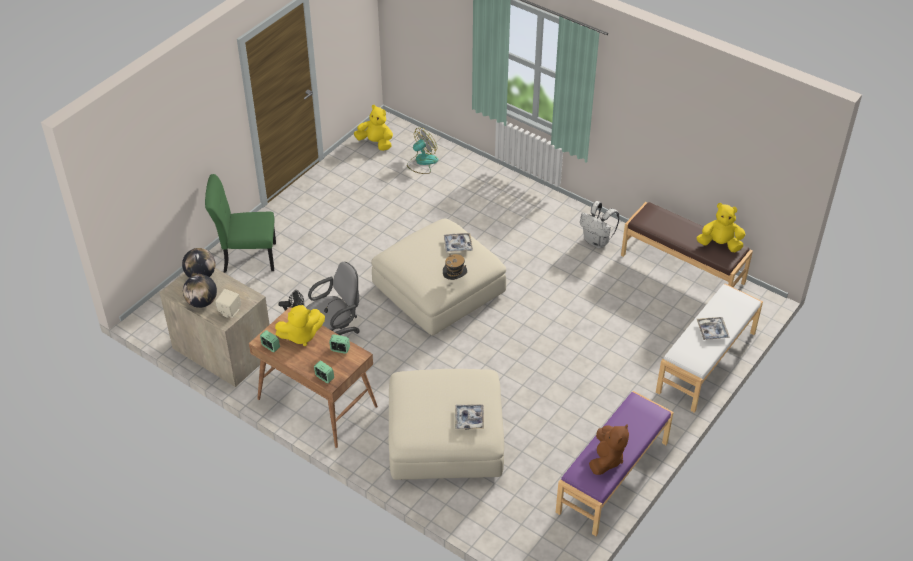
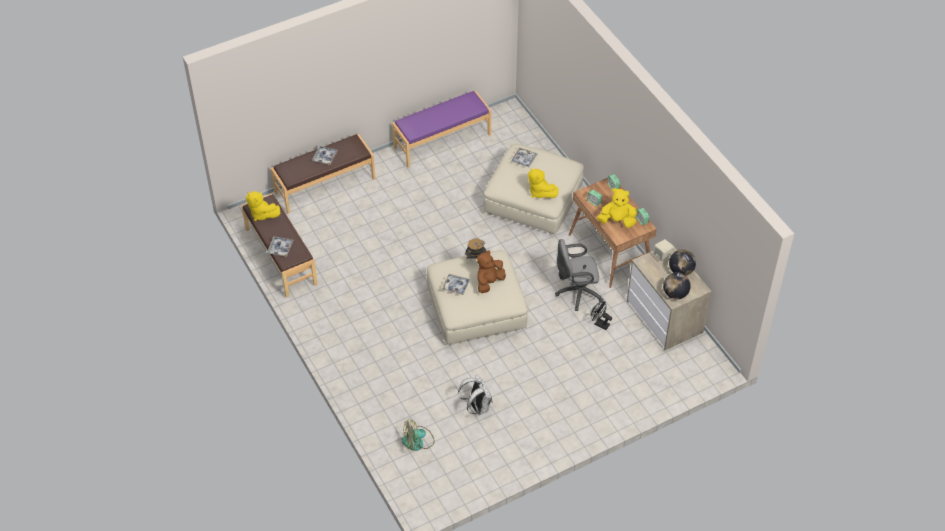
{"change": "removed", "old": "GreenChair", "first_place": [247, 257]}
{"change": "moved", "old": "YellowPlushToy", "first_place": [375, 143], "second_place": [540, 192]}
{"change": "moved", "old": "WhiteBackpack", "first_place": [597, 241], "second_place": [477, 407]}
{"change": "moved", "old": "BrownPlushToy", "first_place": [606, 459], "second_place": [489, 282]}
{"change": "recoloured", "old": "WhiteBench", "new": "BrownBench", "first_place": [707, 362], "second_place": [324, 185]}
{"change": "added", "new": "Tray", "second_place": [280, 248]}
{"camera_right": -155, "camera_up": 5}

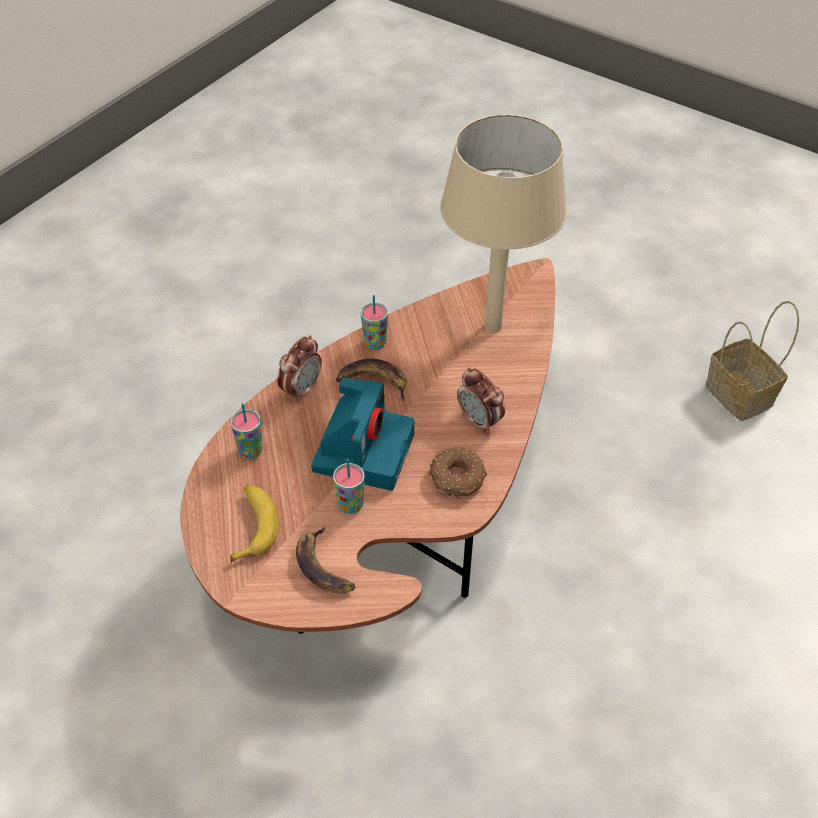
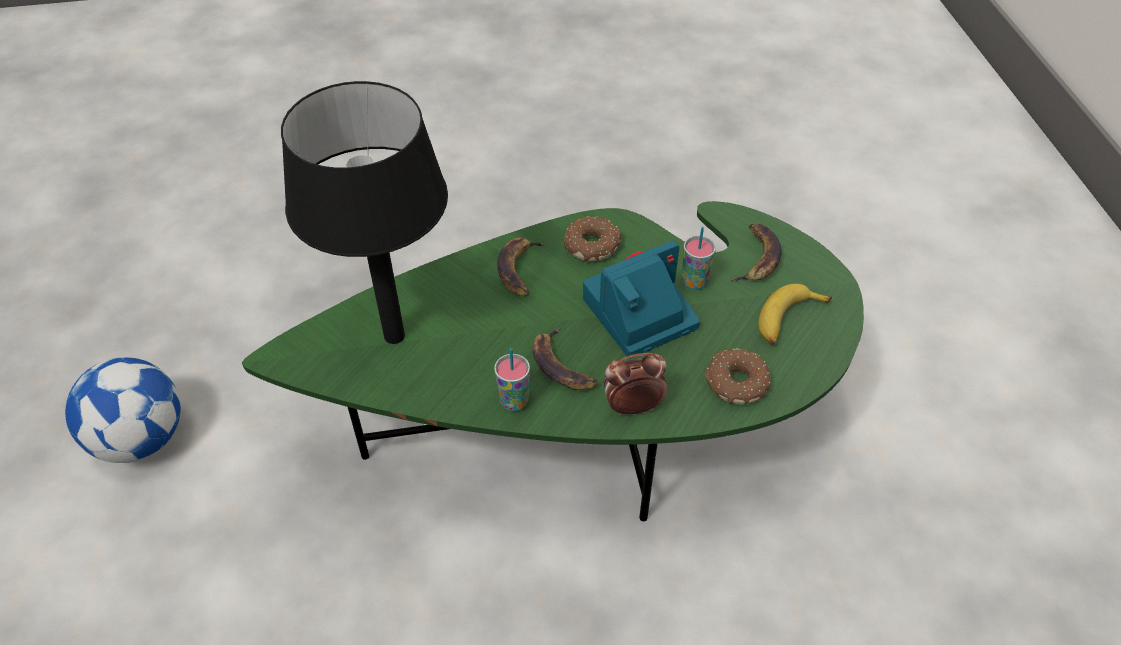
{"change": "recoloured", "old": "BrownCoffeeTable", "new": "GreenCoffeeTable", "first_place": [390, 523], "second_place": [591, 426]}
{"change": "replaced", "old": "Cup", "new": "Donut", "first_place": [251, 451], "second_place": [735, 382]}
{"change": "recoloured", "old": "BeigeTableLamp", "new": "BlackTableLamp", "first_place": [493, 326], "second_place": [393, 336]}
{"change": "replaced", "old": "AlarmClock", "new": "Banana", "first_place": [479, 421], "second_place": [520, 270]}
{"change": "removed", "old": "Basket", "first_place": [741, 396]}
{"change": "added", "new": "Football", "second_place": [141, 439]}
{"camera_right": -135, "camera_up": 0}

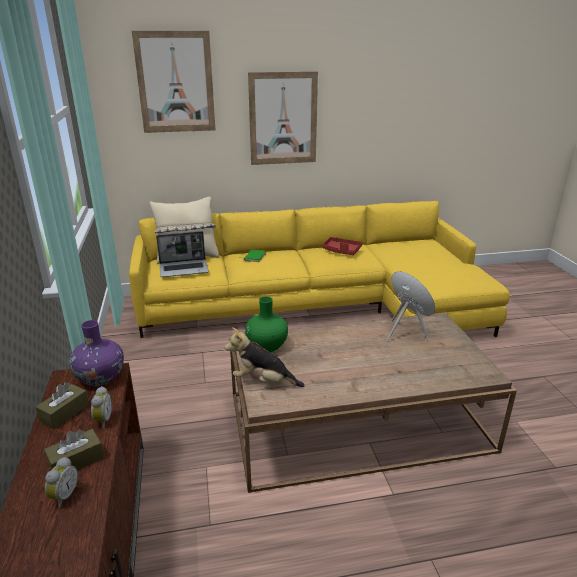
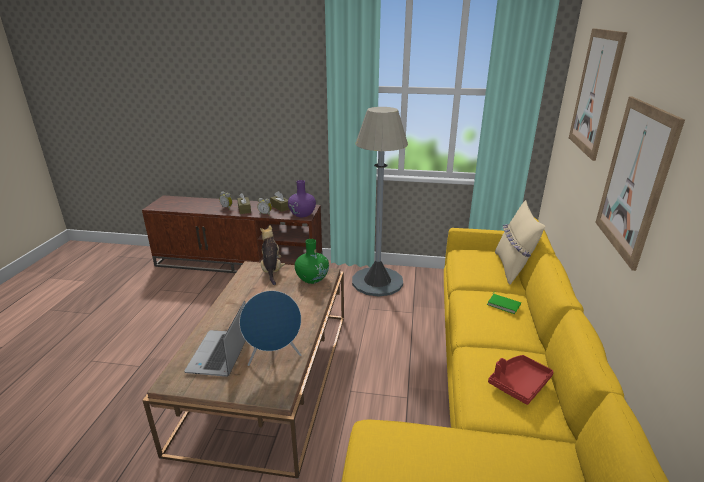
{"change": "moved", "old": "Laptop", "first_place": [184, 269], "second_place": [220, 354]}
{"change": "turned", "old": "PlushToy", "first_place": [263, 381], "second_place": [272, 270], "degrees": -45}
{"change": "added", "new": "GreyFloorLamp", "second_place": [377, 281]}
{"camera_right": 110, "camera_up": 0}

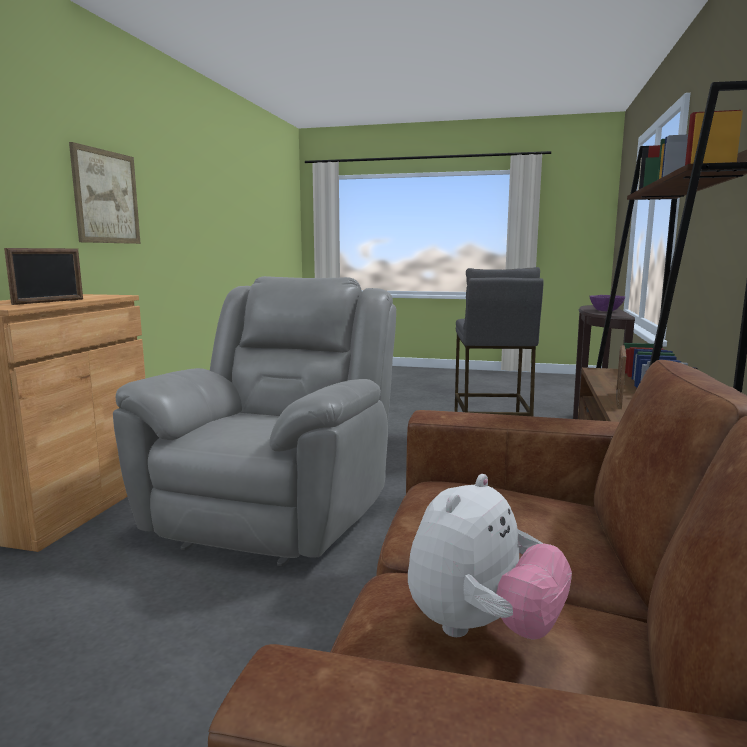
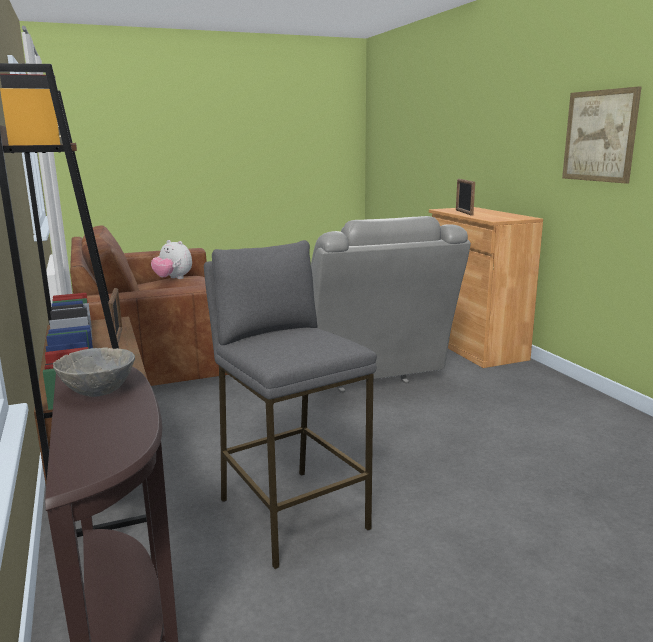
{"change": "turned", "old": "PlushToy", "first_place": [482, 629], "second_place": [173, 279], "degrees": -60}
{"change": "recoloured", "old": "PurpleBowl", "new": "GreyBowl", "first_place": [605, 311], "second_place": [98, 391]}
{"camera_right": 145, "camera_up": 5}

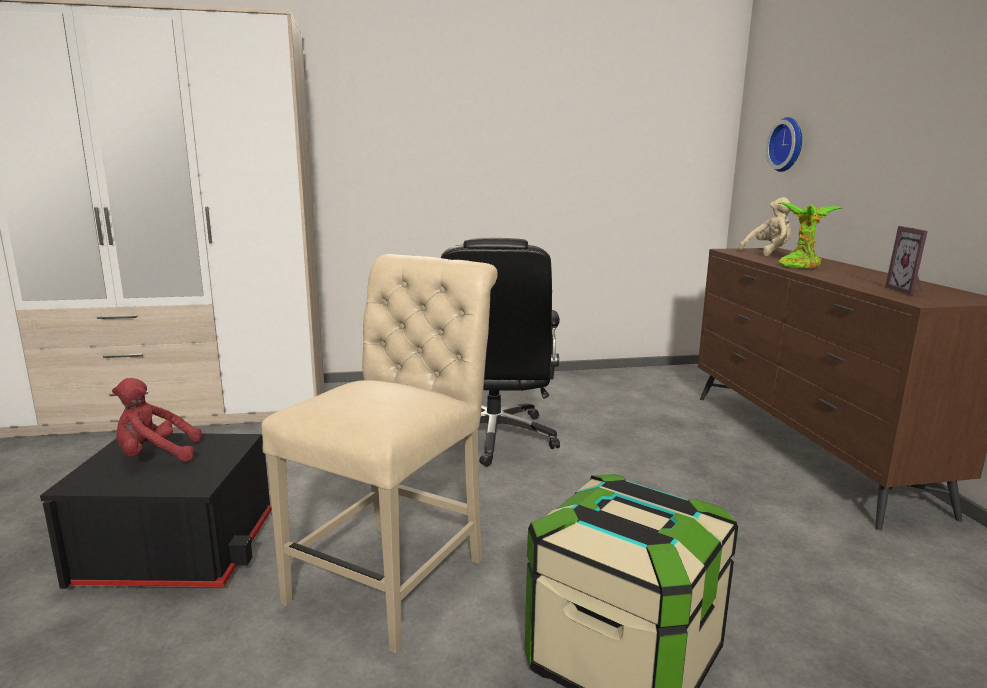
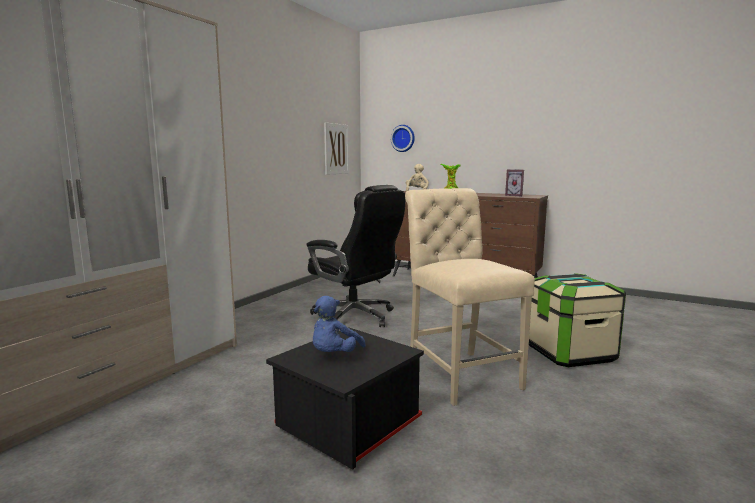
{"change": "recoloured", "old": "RedPlushToy", "new": "BluePlushToy", "first_place": [155, 456], "second_place": [334, 355]}
{"change": "added", "new": "Picture", "second_place": [336, 149]}
{"camera_right": -50, "camera_up": -5}

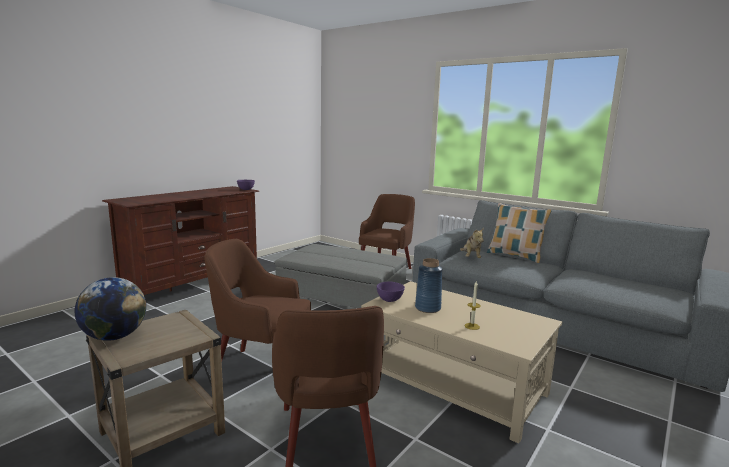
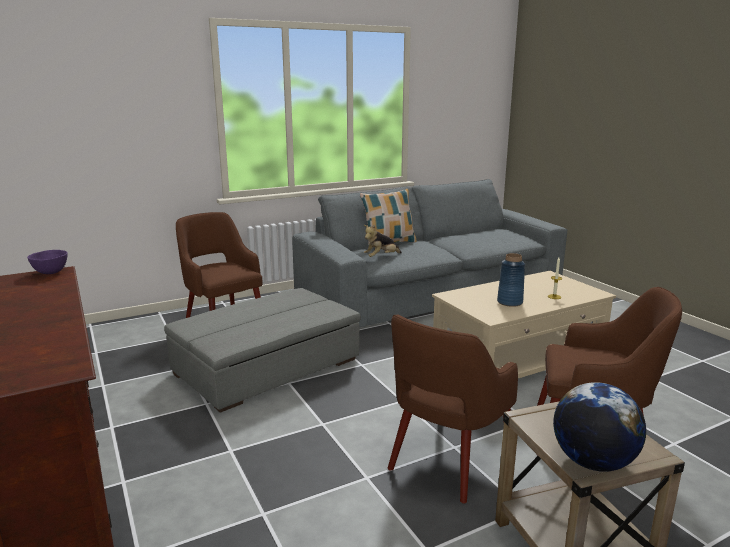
{"change": "removed", "old": "PurpleBowl", "first_place": [390, 300]}
{"change": "turned", "old": "PlushToy", "first_place": [471, 258], "second_place": [381, 257], "degrees": 120}
{"camera_right": -65, "camera_up": 5}

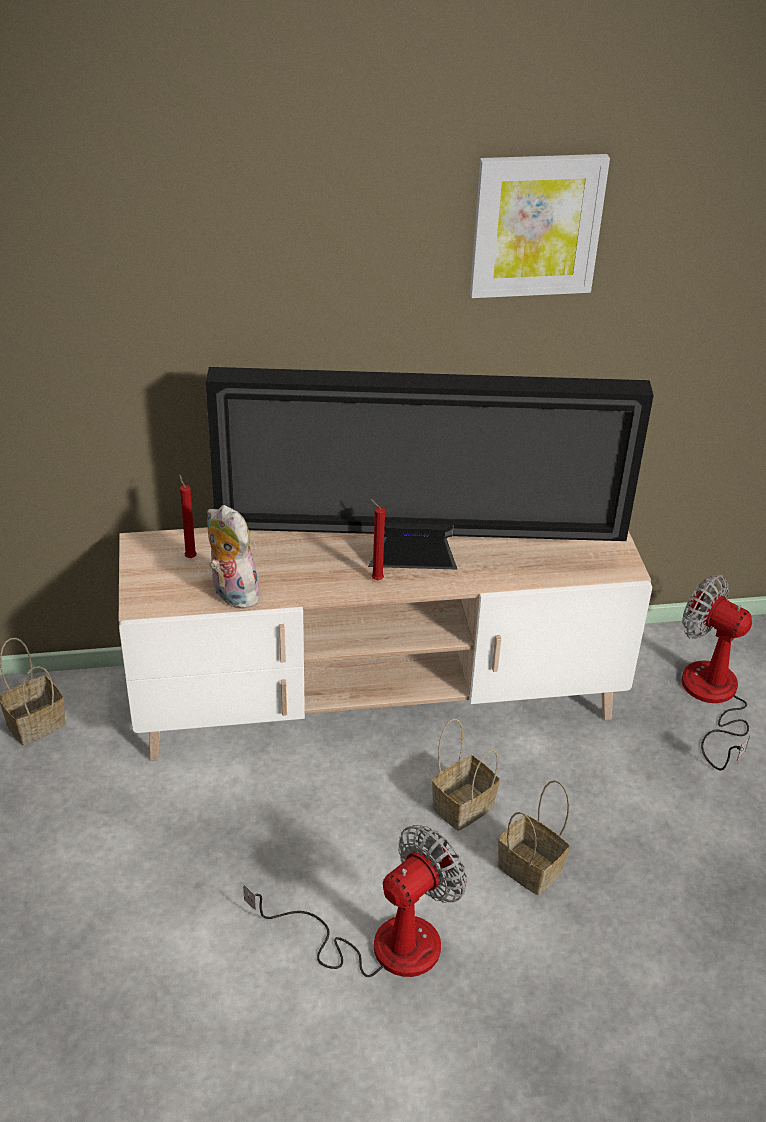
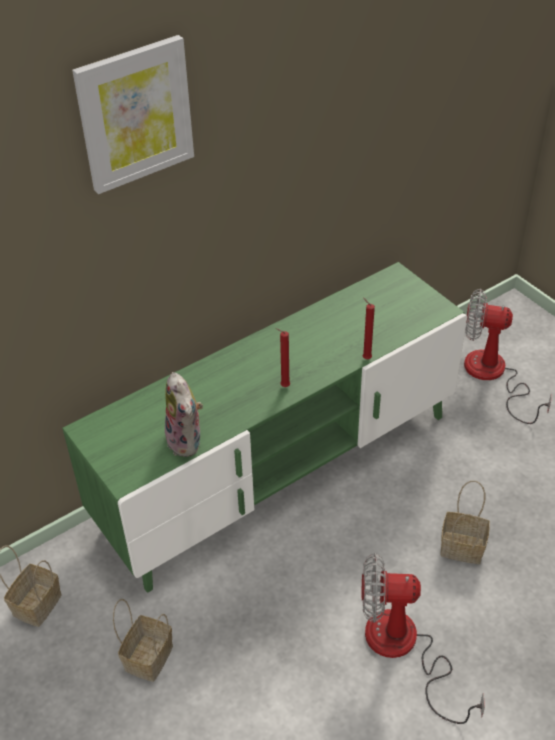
{"change": "recoloured", "old": "BeigeTvStand", "new": "GreenTvStand", "first_place": [377, 698], "second_place": [279, 470]}
{"change": "moved", "old": "RedCandle", "first_place": [190, 557], "second_place": [365, 358]}
{"change": "removed", "old": "Television", "first_place": [419, 560]}
{"change": "turned", "old": "PlushToy", "first_place": [231, 593], "second_place": [187, 441], "degrees": -135}
{"change": "turned", "old": "Fan", "first_place": [380, 943], "second_place": [403, 649], "degrees": -105}
{"change": "moved", "old": "Basket", "first_place": [463, 805], "second_place": [148, 656]}
{"change": "moved", "old": "Picture", "first_place": [536, 225], "second_place": [135, 114]}
{"camera_right": -25, "camera_up": 5}

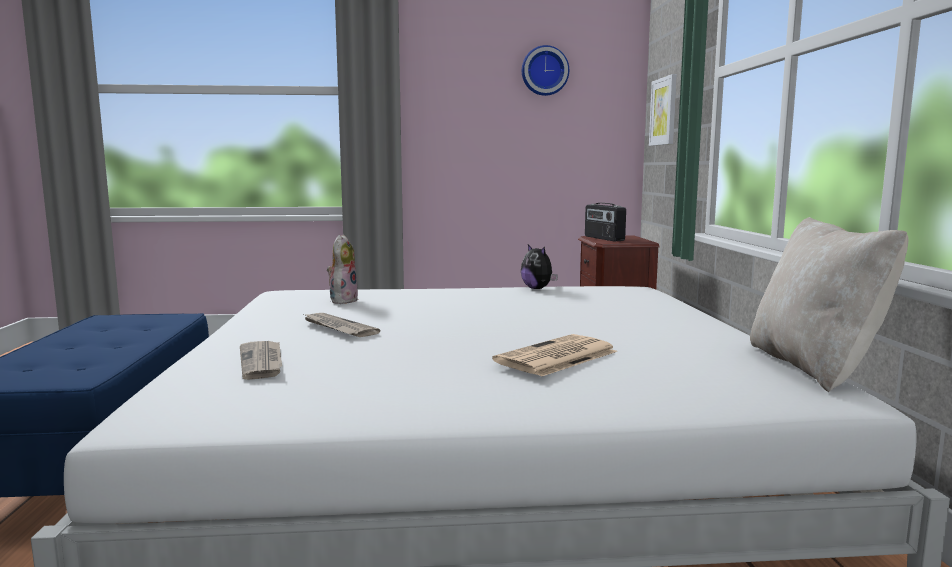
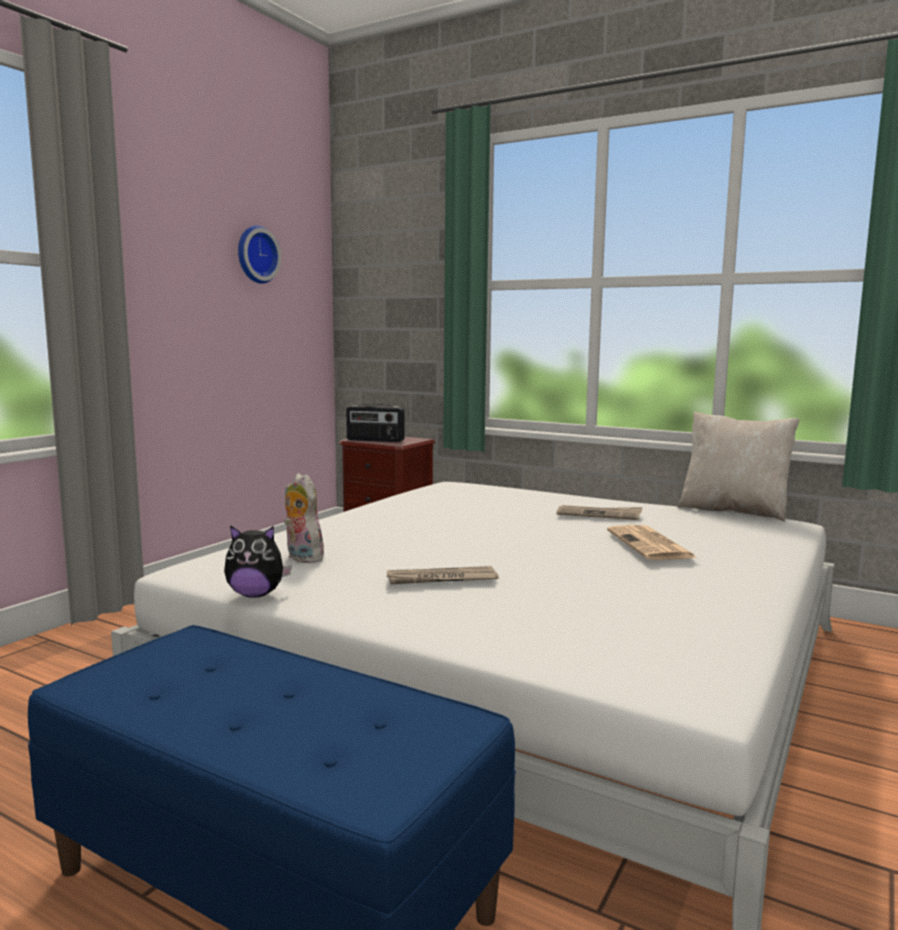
{"change": "moved", "old": "Newspaper", "first_place": [262, 362], "second_place": [599, 514]}
{"change": "moved", "old": "PlushToy", "first_place": [538, 288], "second_place": [256, 595]}
{"change": "removed", "old": "Picture", "first_place": [664, 111]}
{"camera_right": -55, "camera_up": 0}

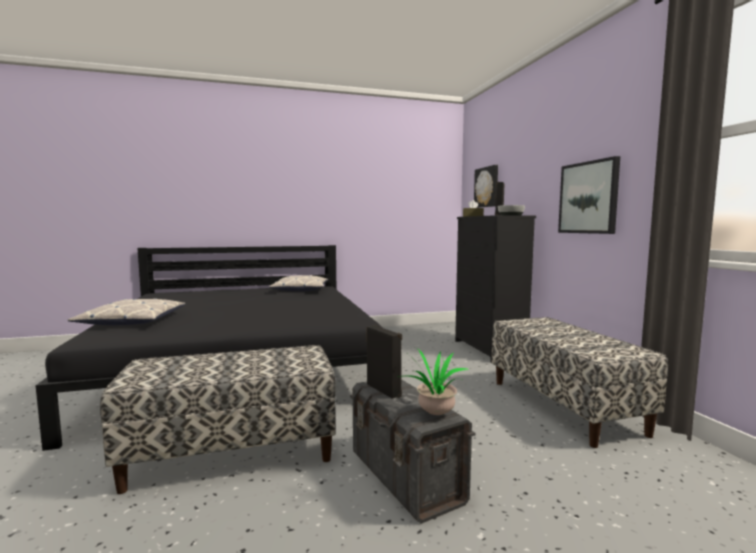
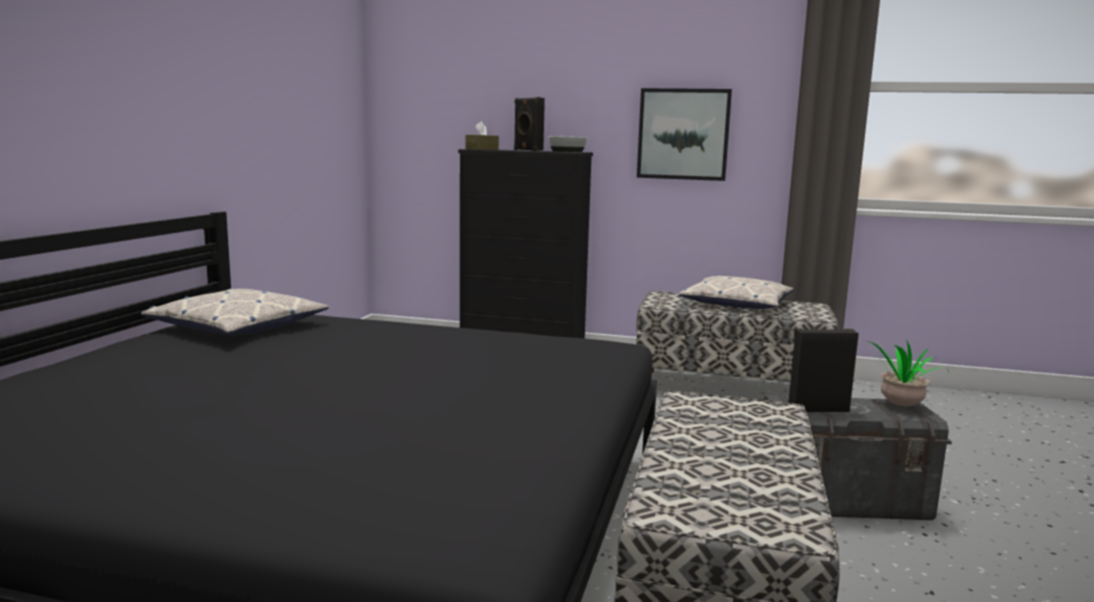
{"change": "moved", "old": "Pillow", "first_place": [133, 321], "second_place": [736, 304]}
{"change": "removed", "old": "Picture", "first_place": [487, 187]}
{"camera_right": -60, "camera_up": 5}

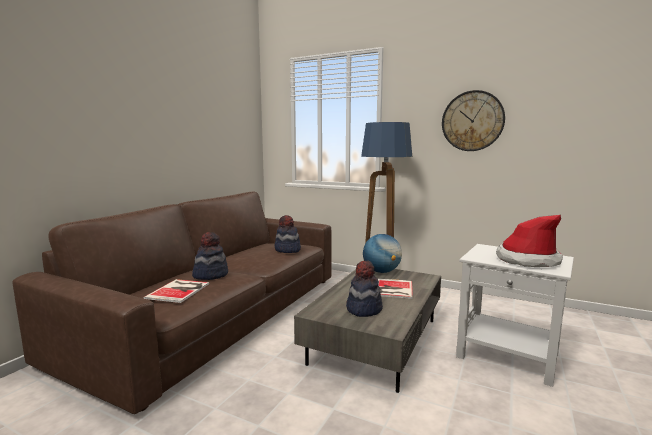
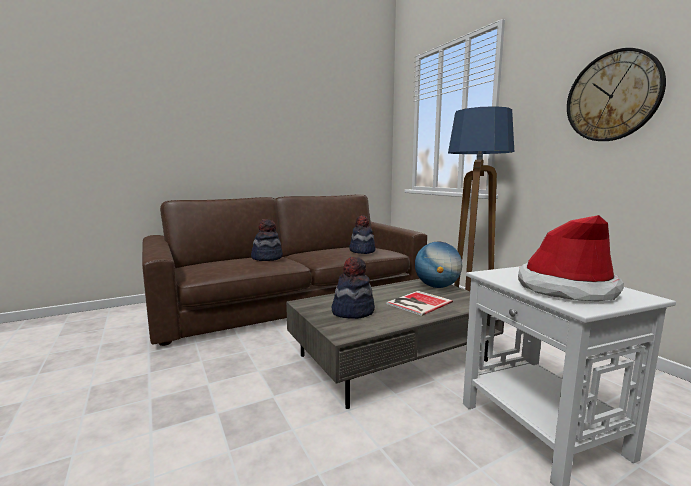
{"change": "removed", "old": "Book", "first_place": [180, 290]}
{"camera_right": 35, "camera_up": 0}

